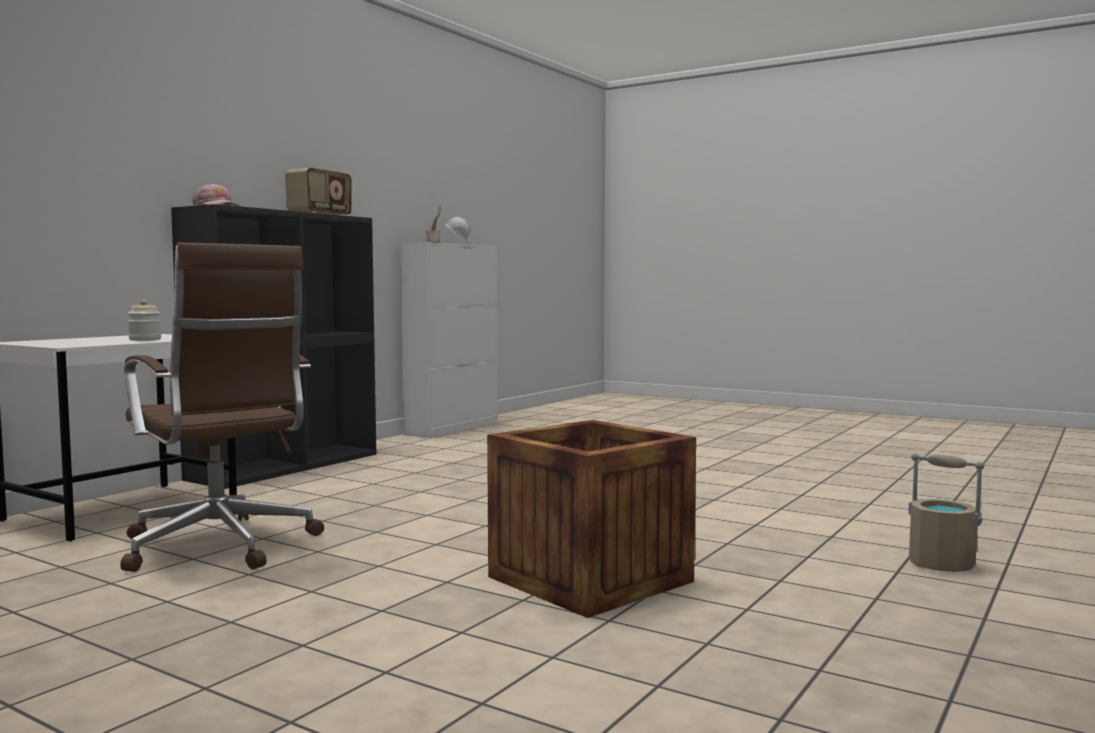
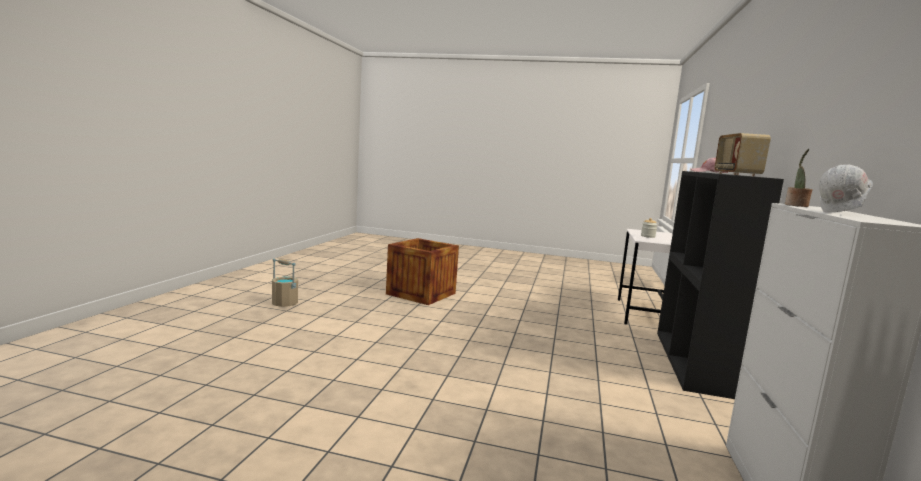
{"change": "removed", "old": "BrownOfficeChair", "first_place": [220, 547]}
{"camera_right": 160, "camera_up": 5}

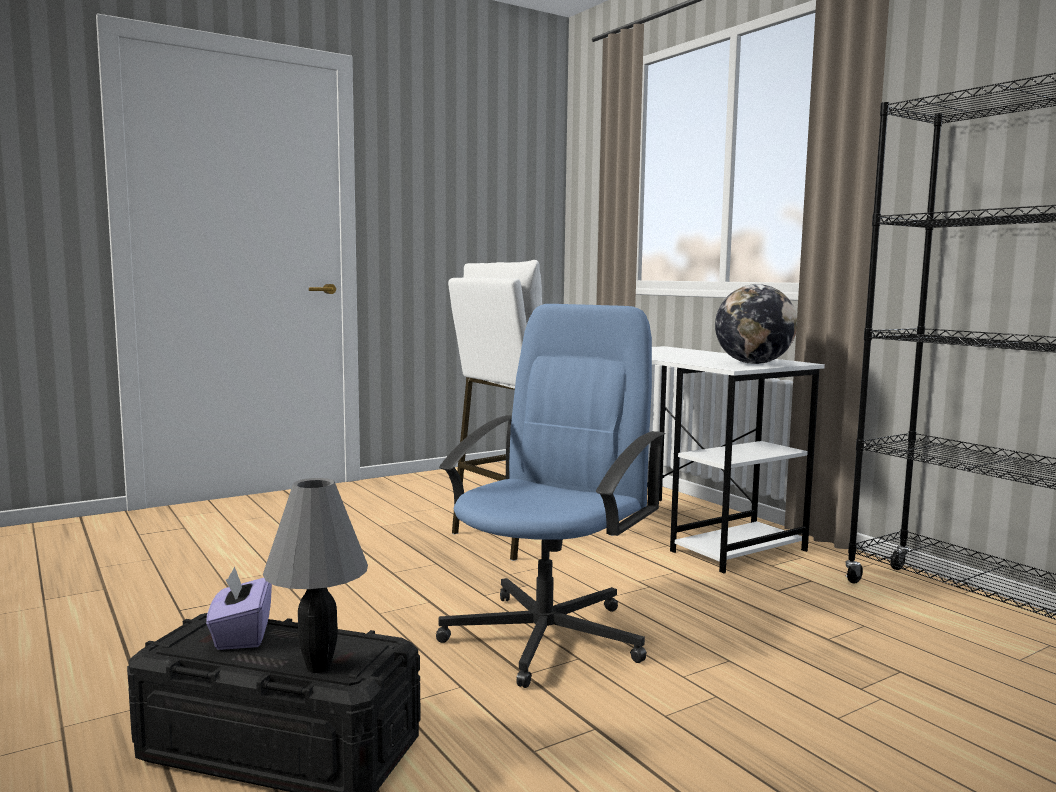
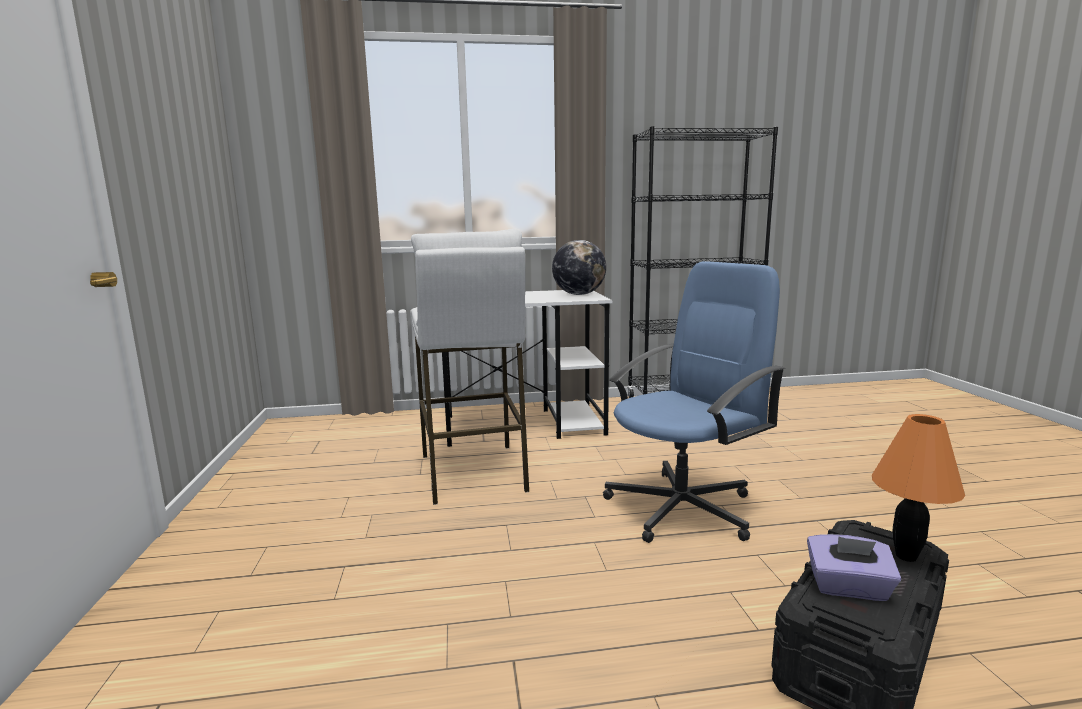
{"change": "recoloured", "old": "GreyTableLamp", "new": "OrangeTableLamp", "first_place": [317, 667], "second_place": [906, 557]}
{"change": "turned", "old": "BlueOfficeChair", "first_place": [547, 636], "second_place": [683, 508], "degrees": 90}
{"camera_right": -65, "camera_up": 5}

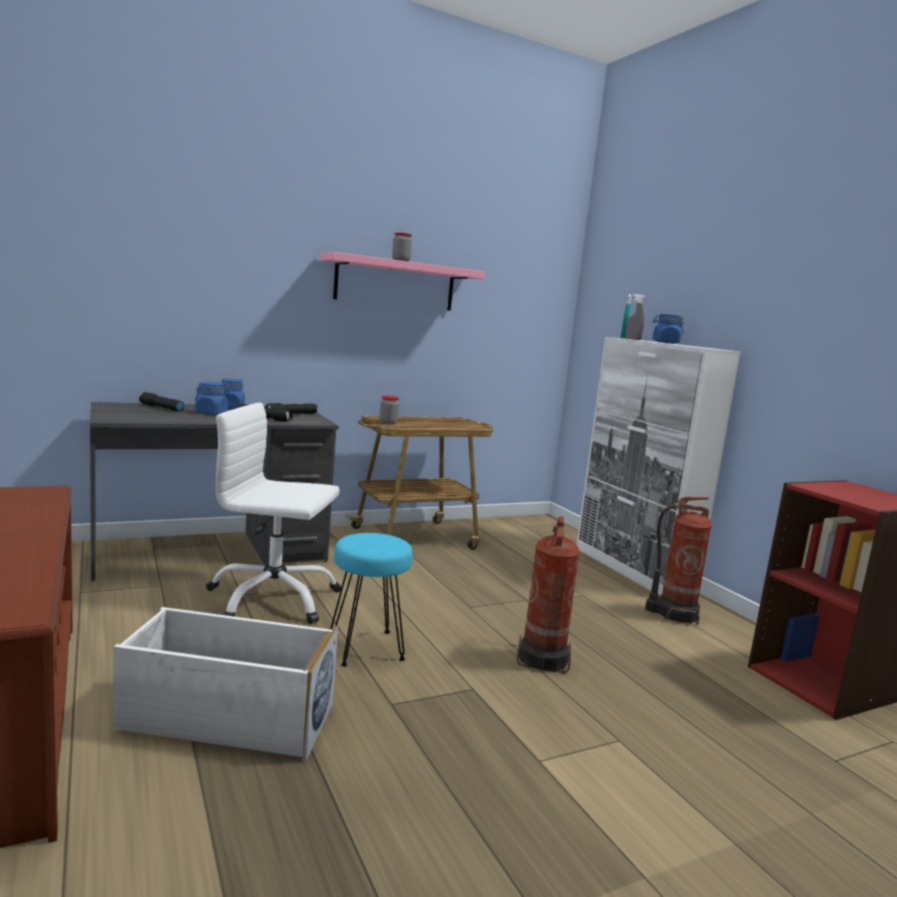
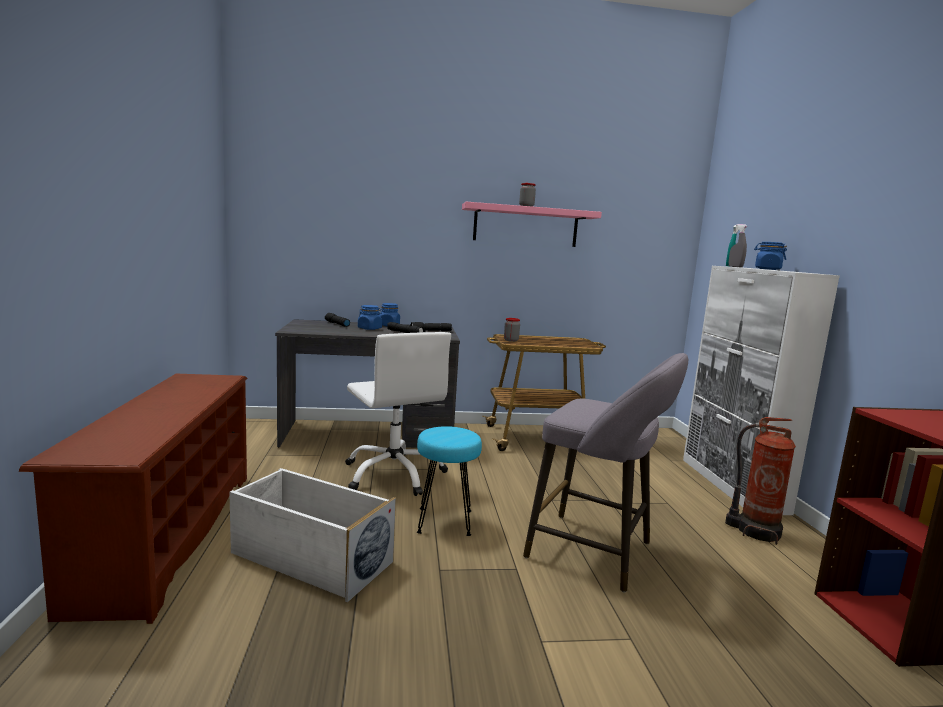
{"change": "turned", "old": "WhiteOfficeChair", "first_place": [273, 598], "second_place": [394, 474], "degrees": -150}
{"change": "replaced", "old": "FireExtinguisher", "new": "GreyStool", "first_place": [544, 658], "second_place": [596, 553]}
{"camera_right": 20, "camera_up": 0}

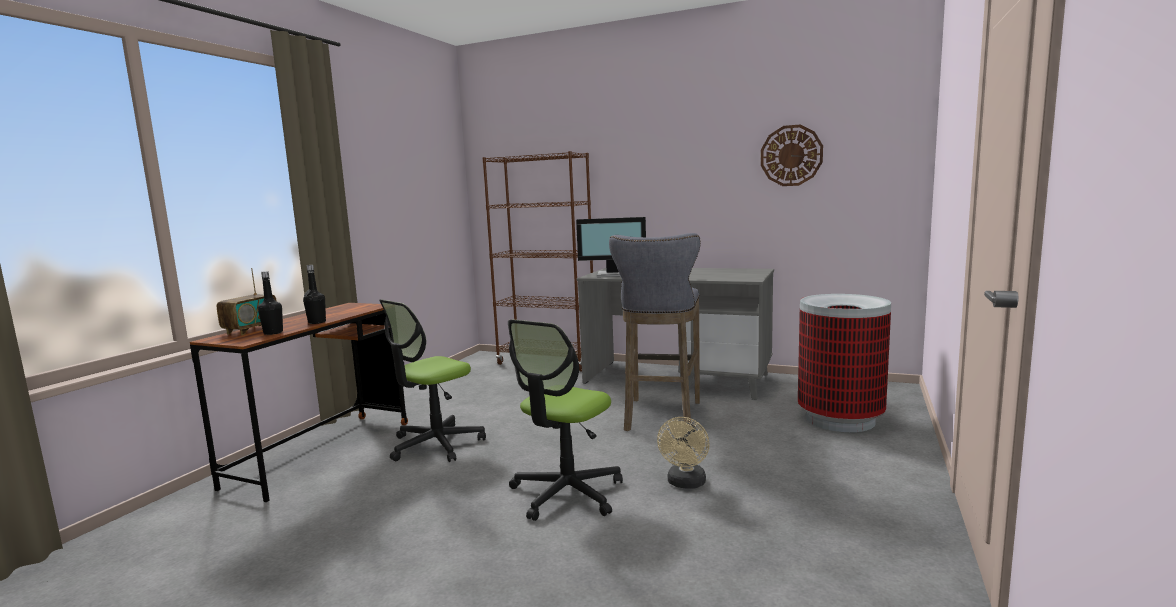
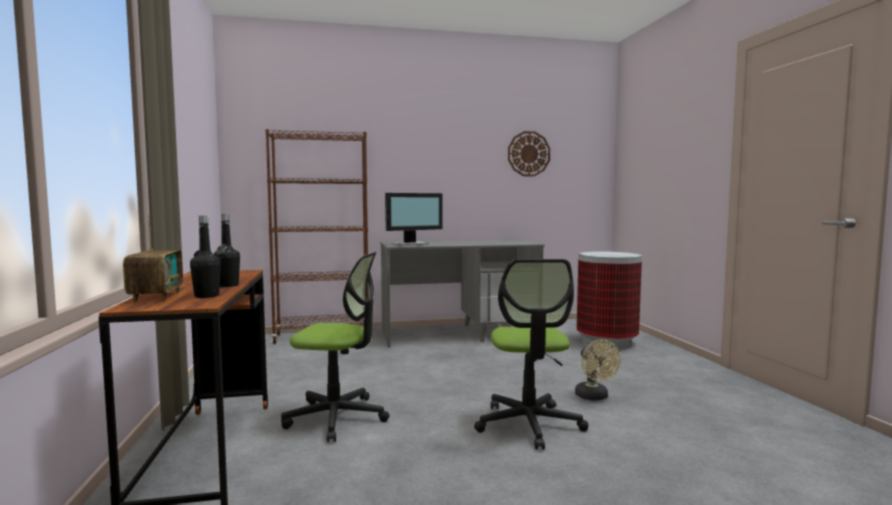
{"change": "turned", "old": "OfficeChair", "first_place": [436, 444], "second_place": [337, 417], "degrees": -90}
{"change": "removed", "old": "GreyStool", "first_place": [662, 417]}
{"camera_right": -35, "camera_up": -5}

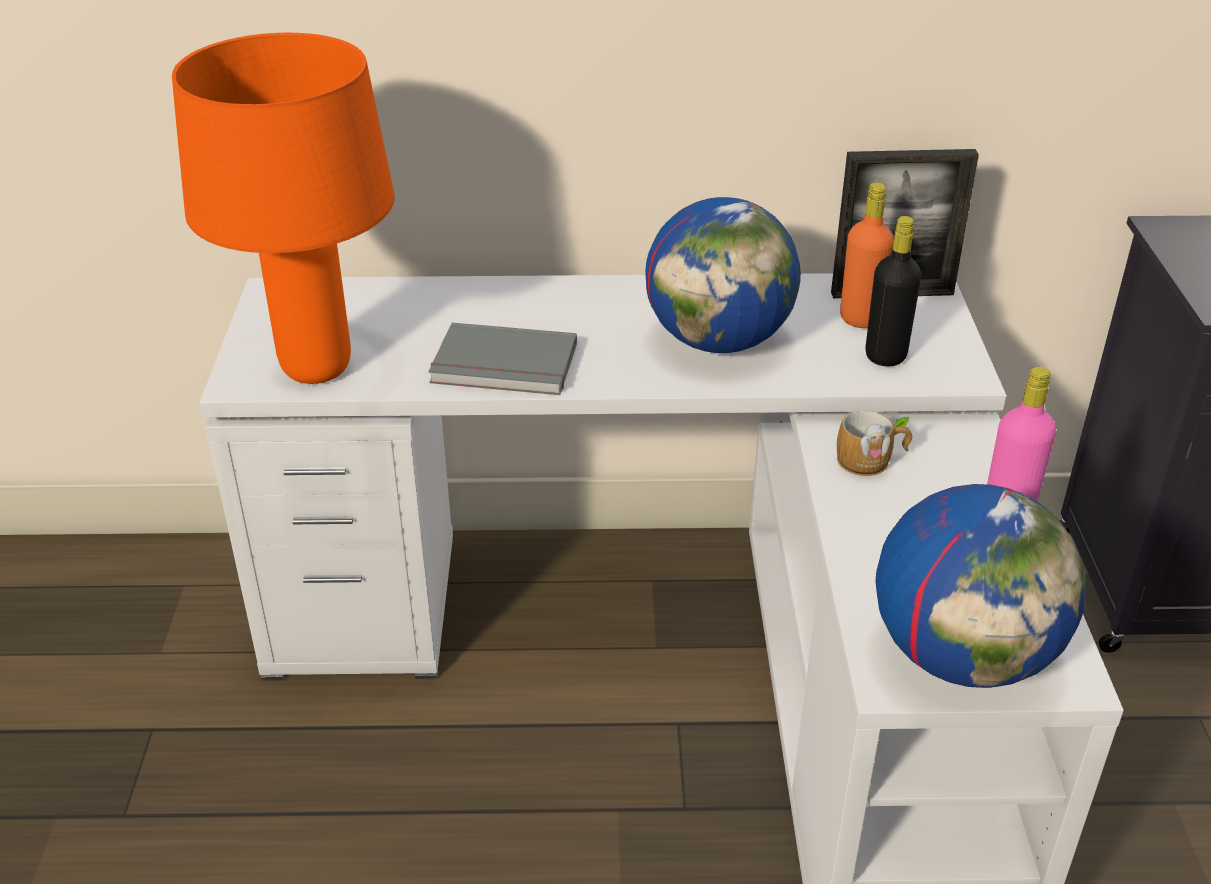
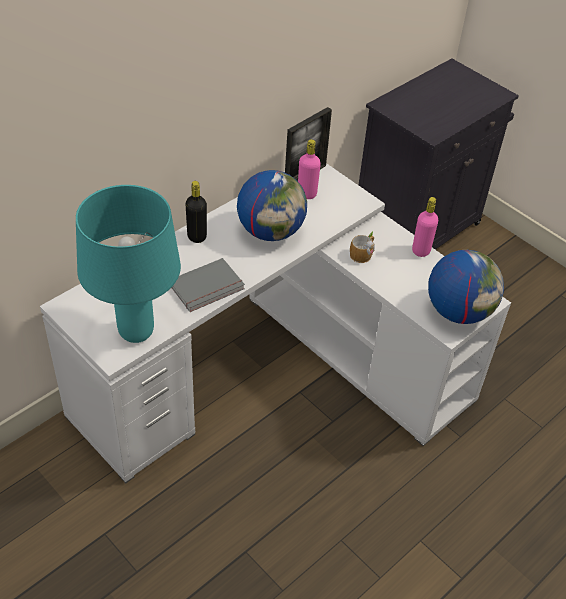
{"change": "recoloured", "old": "OrangeTableLamp", "new": "TurquoiseTableLamp", "first_place": [317, 370], "second_place": [137, 332]}
{"change": "recoloured", "old": "OrangeBottle", "new": "PinkBottle", "first_place": [860, 318], "second_place": [307, 194]}
{"change": "moved", "old": "BlackBottle", "first_place": [885, 355], "second_place": [197, 236]}
{"camera_right": -45, "camera_up": 10}

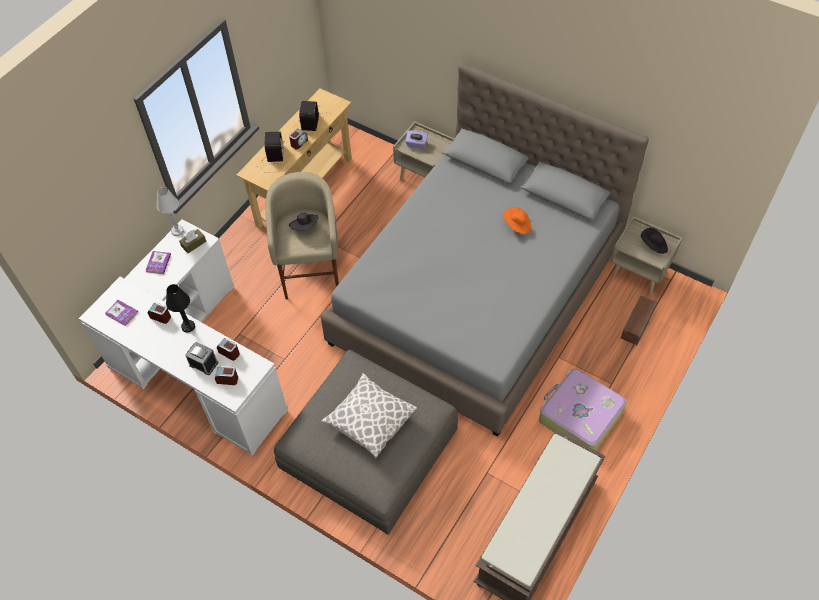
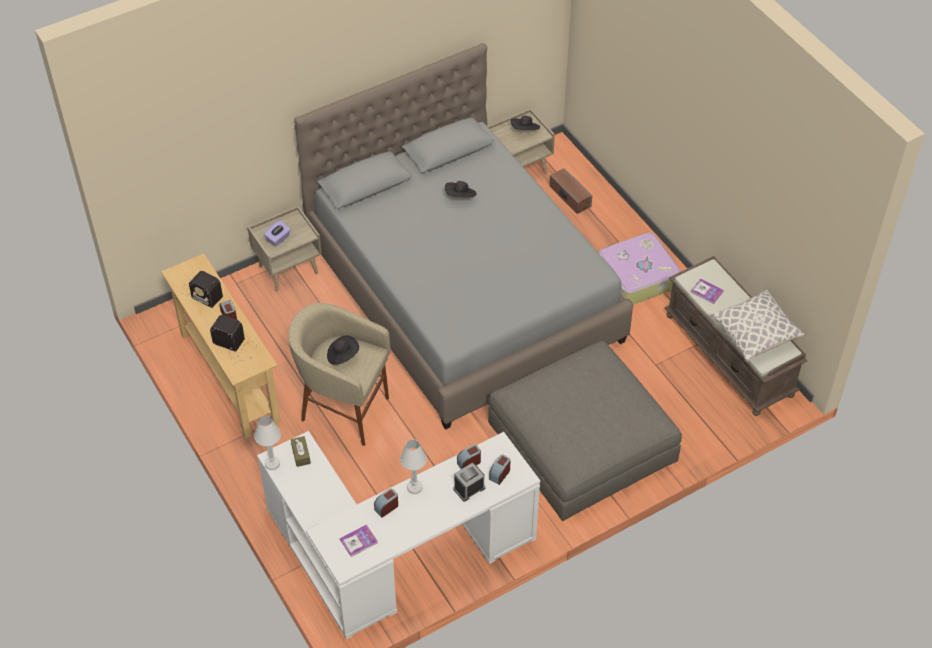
{"change": "moved", "old": "Book", "first_place": [158, 263], "second_place": [707, 292]}
{"change": "recoloured", "old": "BlackTableLamp", "new": "WhiteTableLamp", "first_place": [188, 326], "second_place": [414, 487]}
{"change": "moved", "old": "Pillow", "first_place": [370, 421], "second_place": [754, 334]}
{"change": "recoloured", "old": "OrangeHat", "new": "BlackHat", "first_place": [517, 226], "second_place": [460, 196]}
{"camera_right": -65, "camera_up": -5}

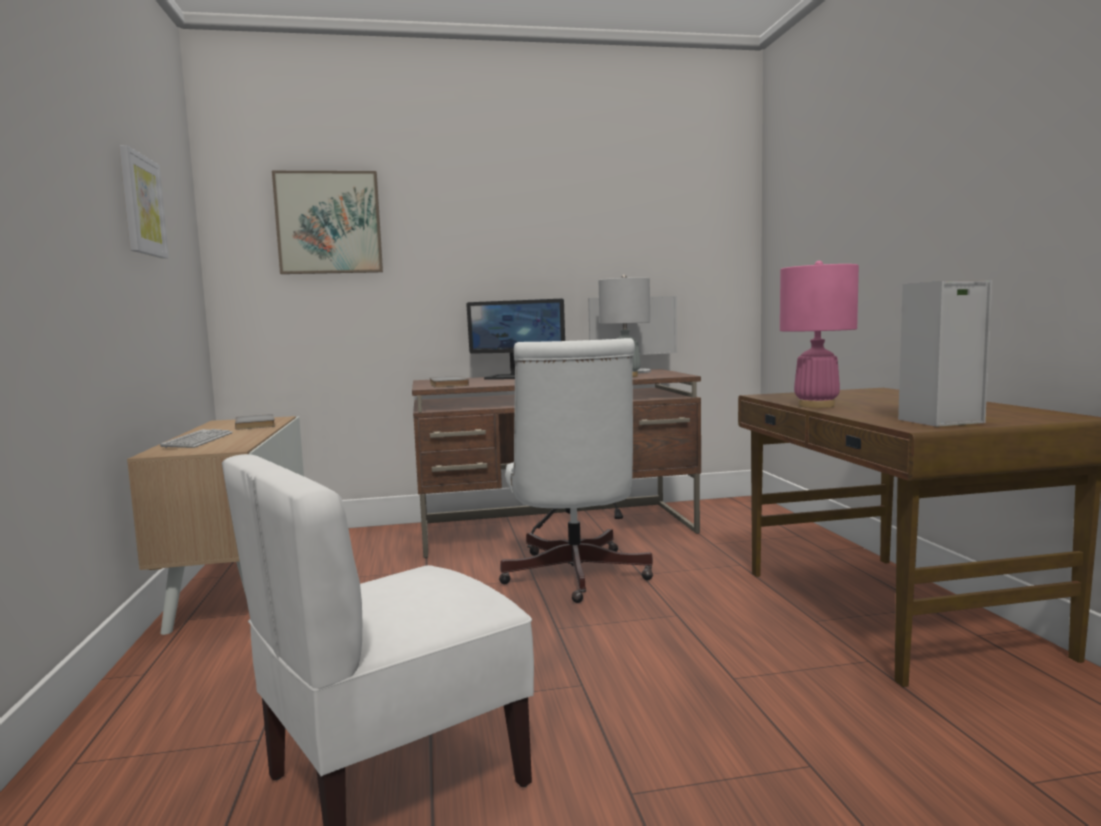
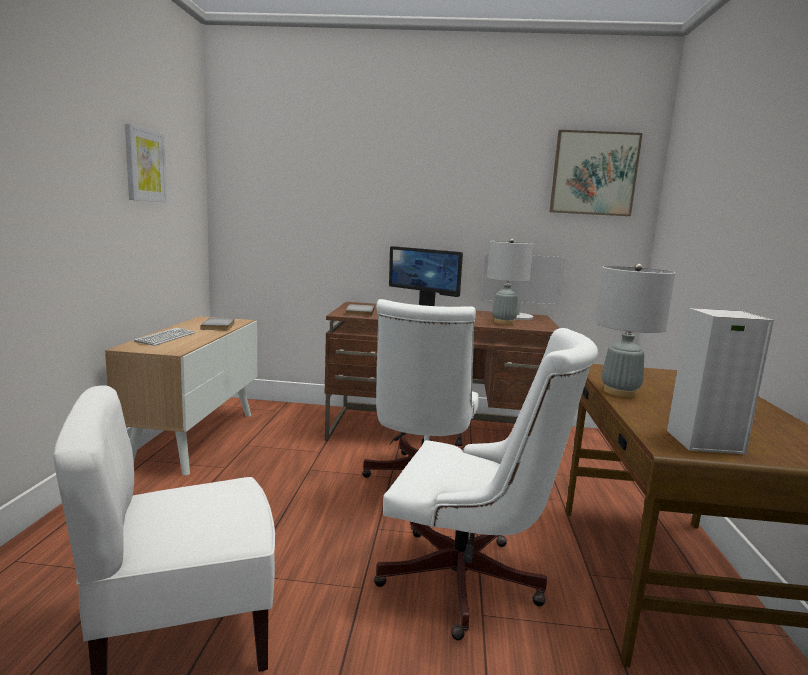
{"change": "moved", "old": "Picture", "first_place": [329, 223], "second_place": [594, 173]}
{"change": "recoloured", "old": "PinkTableLamp", "new": "GreyTableLamp", "first_place": [816, 405], "second_place": [619, 392]}
{"change": "added", "new": "WhiteOfficeChair", "second_place": [470, 583]}
{"camera_right": 15, "camera_up": 5}

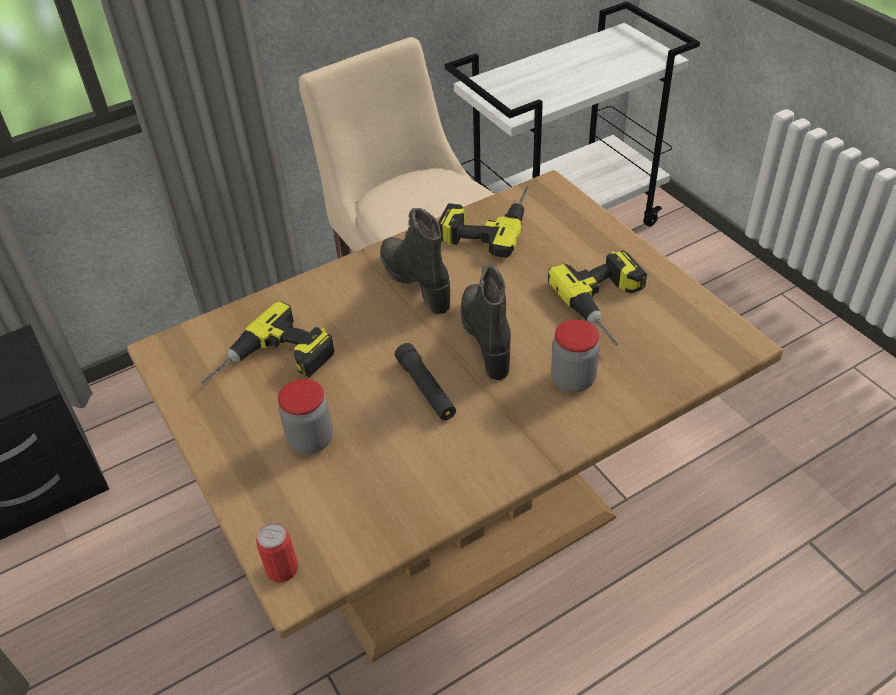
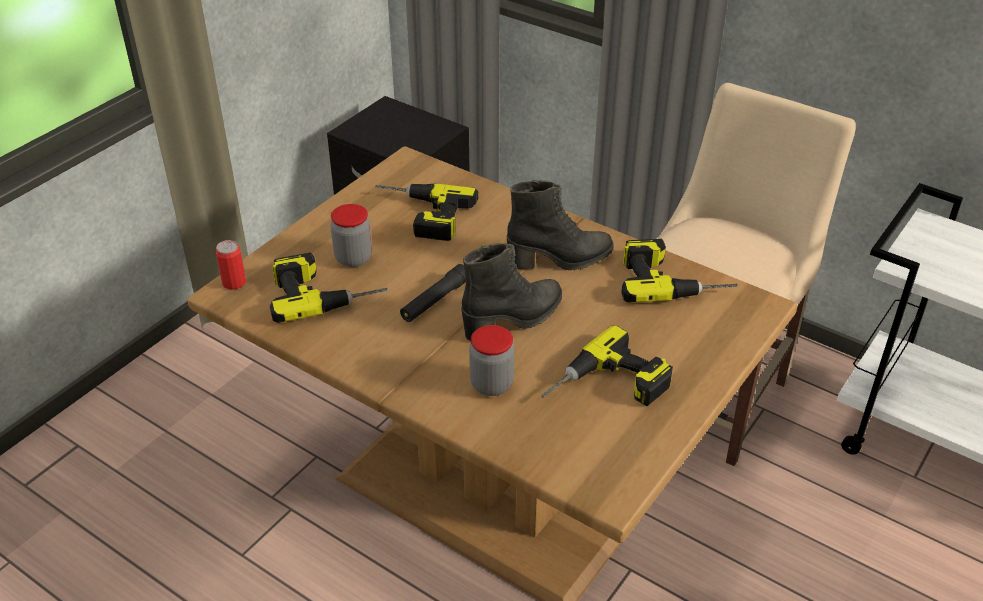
{"change": "turned", "old": "BlackBoot", "first_place": [417, 282], "second_place": [560, 259], "degrees": 45}
{"change": "added", "new": "PowerDrill", "second_place": [325, 291]}
{"camera_right": 65, "camera_up": -5}

